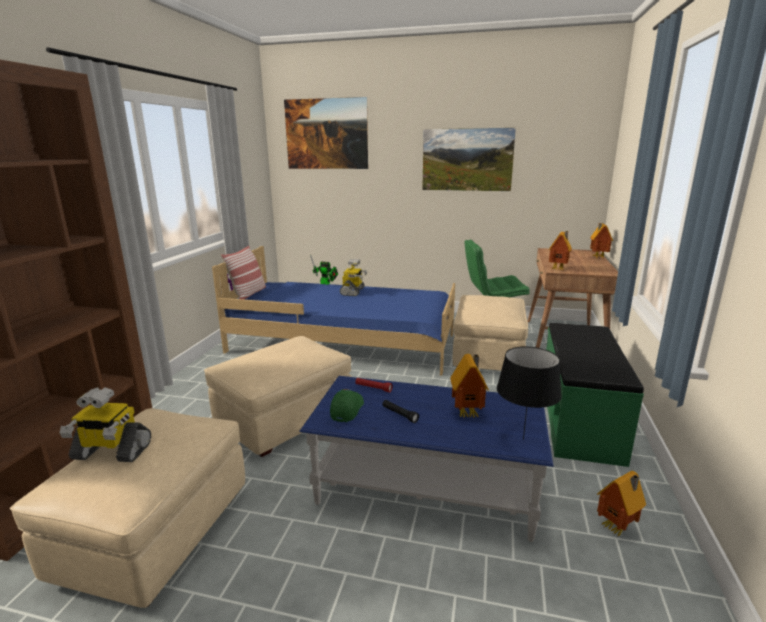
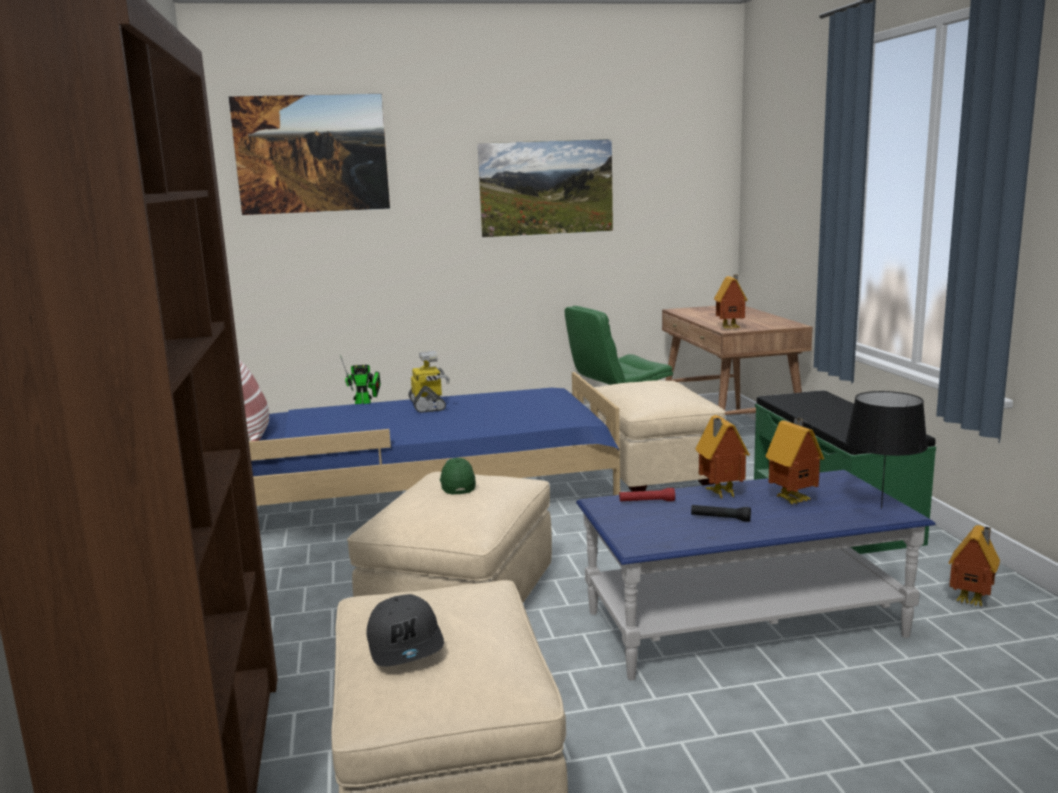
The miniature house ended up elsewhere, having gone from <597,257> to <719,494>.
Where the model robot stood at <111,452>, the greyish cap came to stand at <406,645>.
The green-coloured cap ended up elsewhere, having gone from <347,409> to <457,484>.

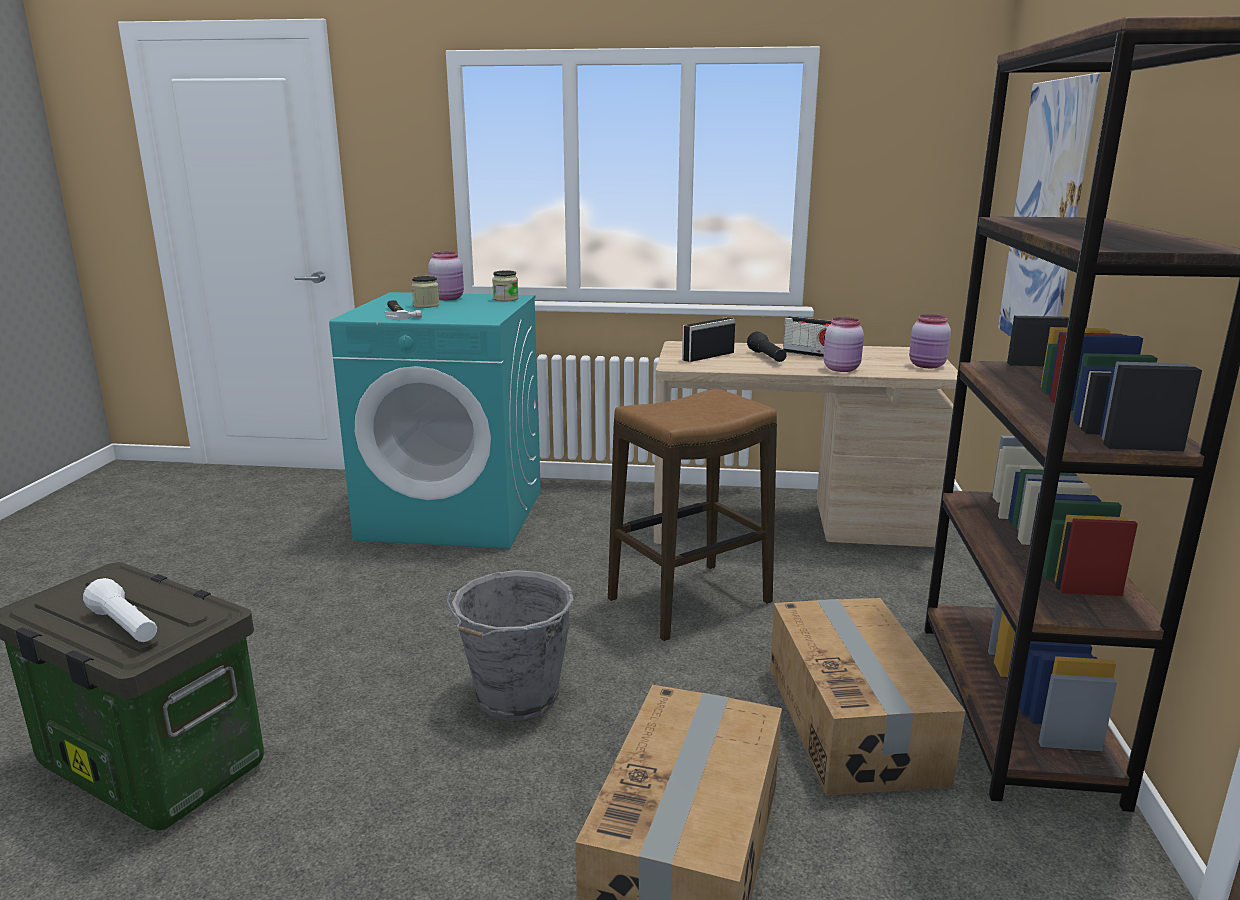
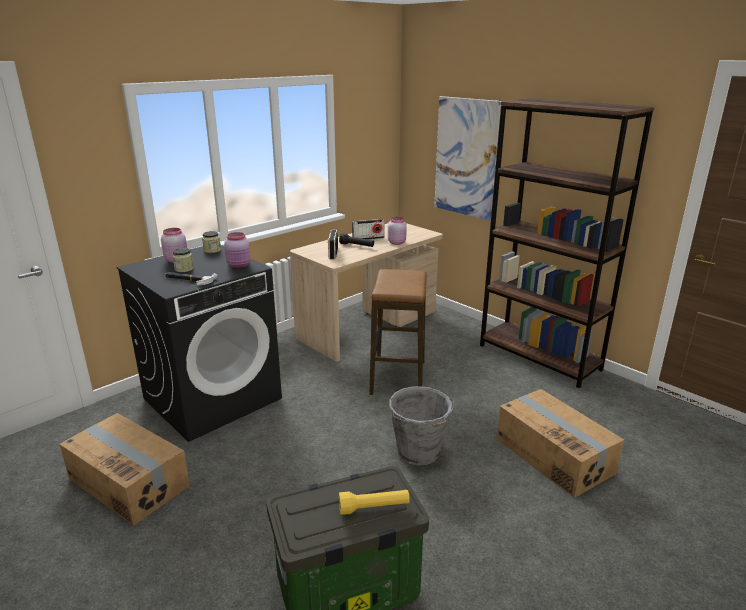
What was the turquoise-coloured laundry machine at <454,514> turned into the black laundry machine at <213,398>.
The pink-coloured preserve jar ended up elsewhere, having gone from <927,366> to <239,265>.
What was the white-coloured torch at <125,627> turned into the yellow torch at <374,508>.
The packing box ended up elsewhere, having gone from <854,722> to <129,482>.

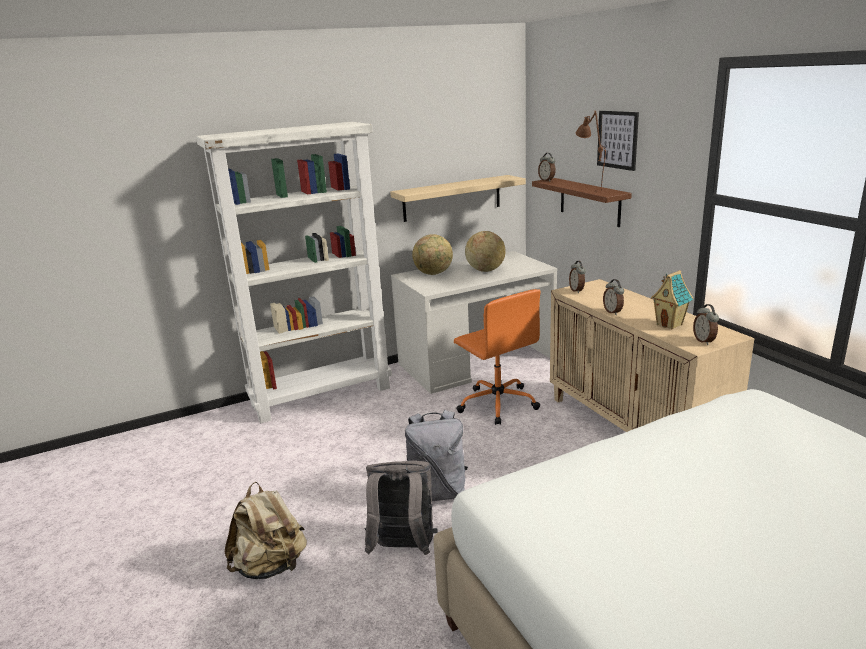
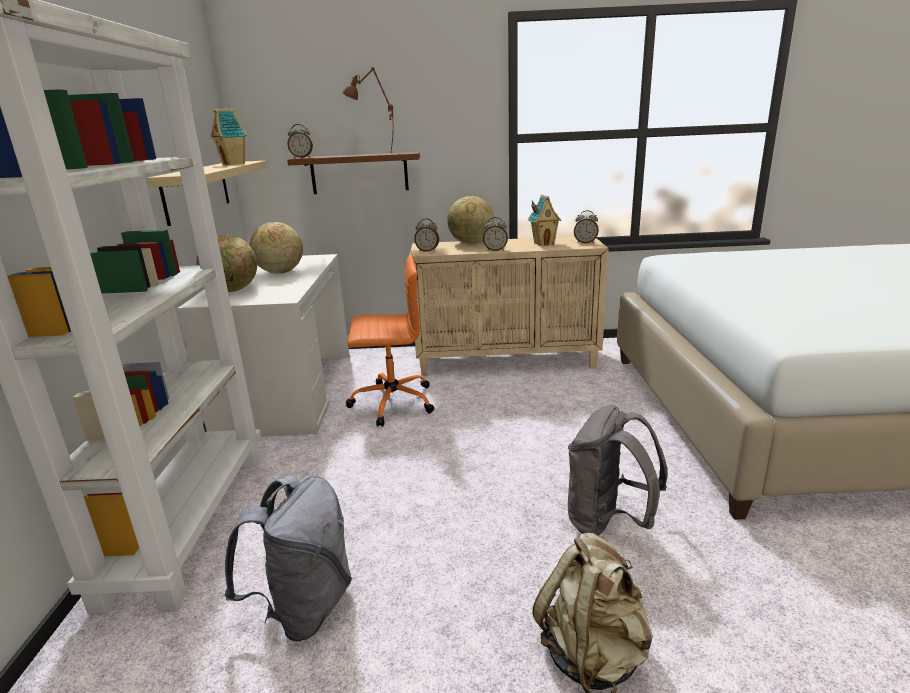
The second view lost the wall art at <617,140>.
The greyish rucksack ended up elsewhere, having gone from <437,492> to <304,608>.
The second view gained the miniature house at <234,164>.
The second view gained the desk globe at <471,243>.

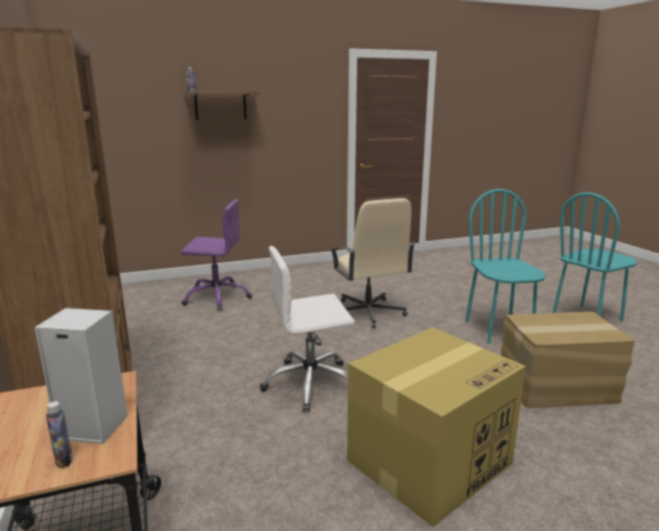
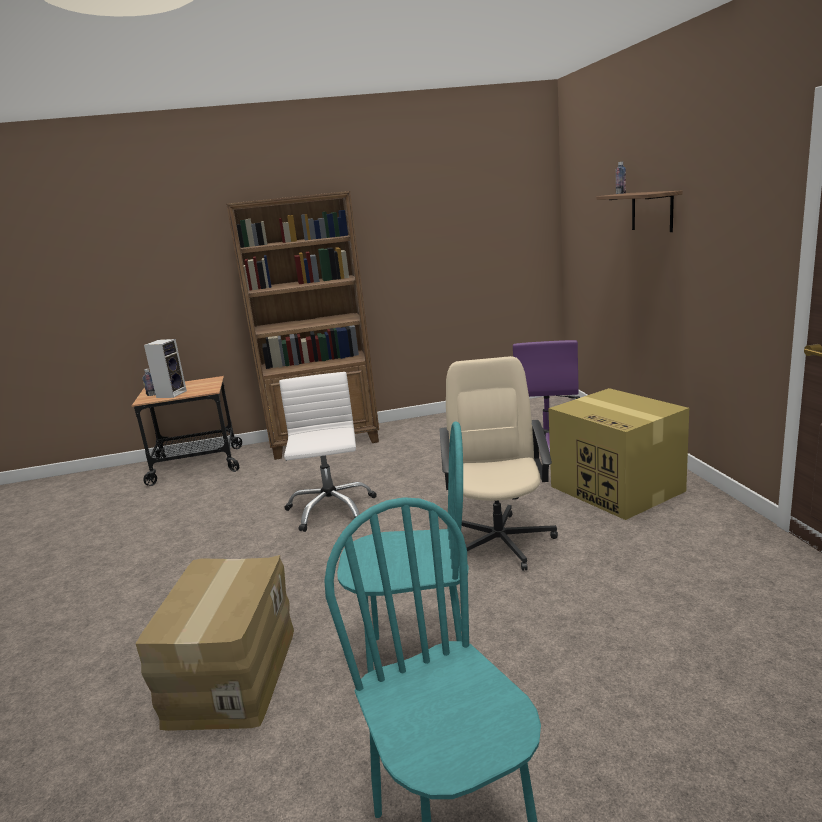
The sand-coloured office chair at <368,313> ended up facing another way, 105 degrees clockwise from before.
The packing box ended up elsewhere, having gone from <430,460> to <618,489>.

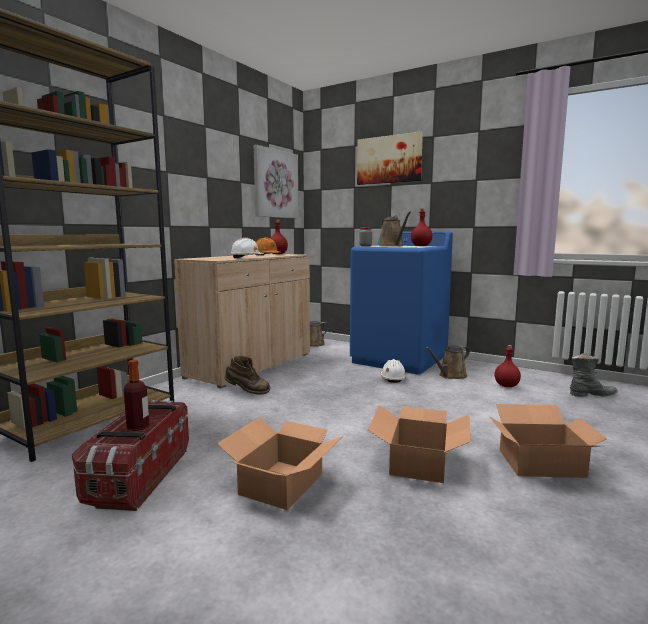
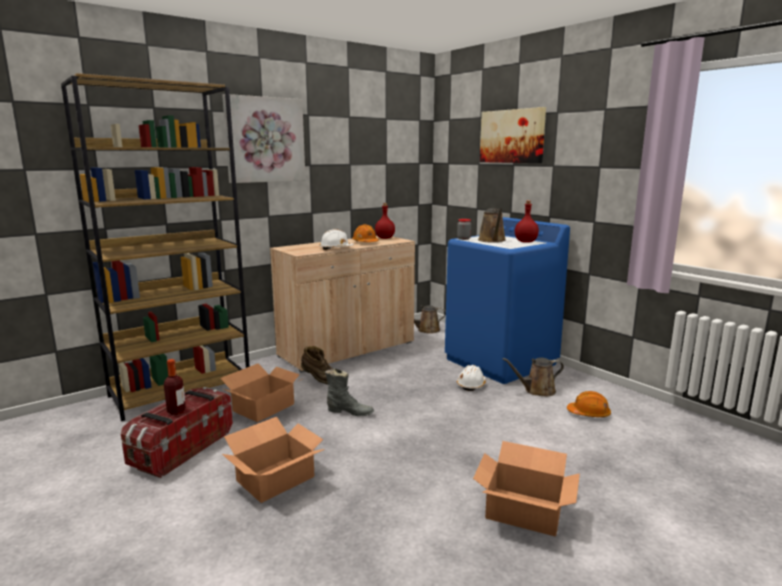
The wall art ended up elsewhere, having gone from <275,184> to <265,140>.
Where the red beverage bottle stood at <507,386>, the orangey work helmet came to stand at <589,413>.
The greyish high-top boot ended up elsewhere, having gone from <591,394> to <349,412>.
The packing box ended up elsewhere, having gone from <419,462> to <264,407>.

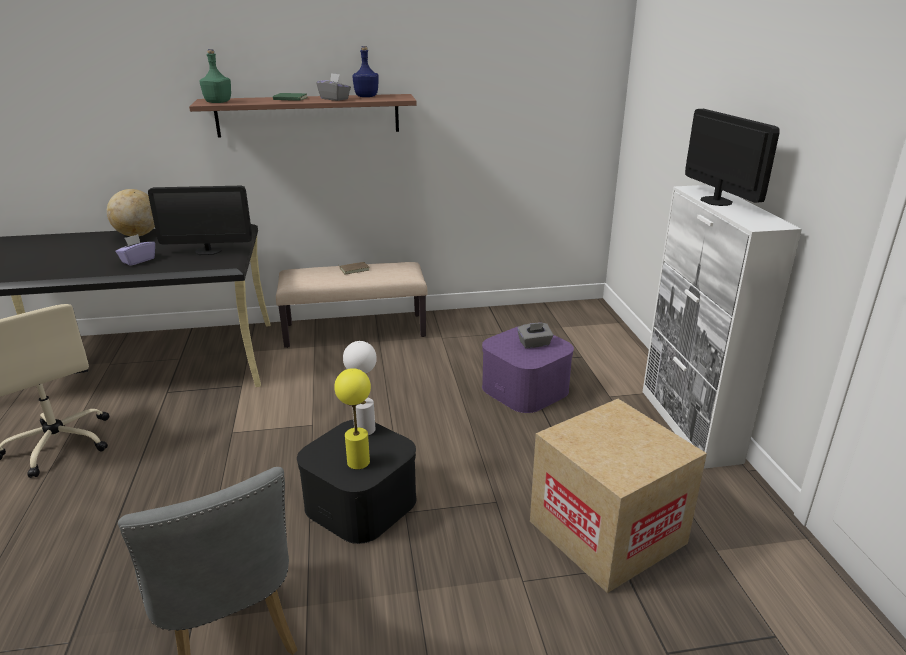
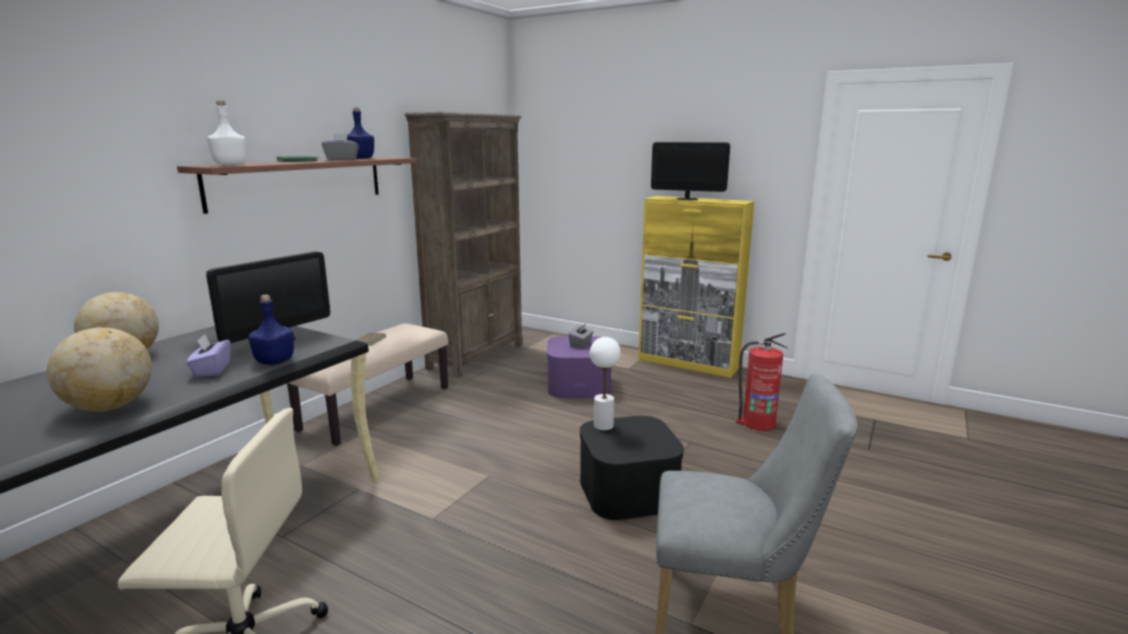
What was the green-coloured beverage bottle at <218,102> turned into the white-coloured beverage bottle at <231,165>.
What was the white-coloured cupboard at <689,425> turned into the yellow cupboard at <688,363>.
The second view lost the yellow tabletop lamp at <358,462>.
Where the packing box stood at <607,532>, the extinguisher came to stand at <757,423>.
The second view gained the brown bookcase at <477,356>.
The second view gained the blue beverage bottle at <275,361>.
The second view gained the desk globe at <110,407>.

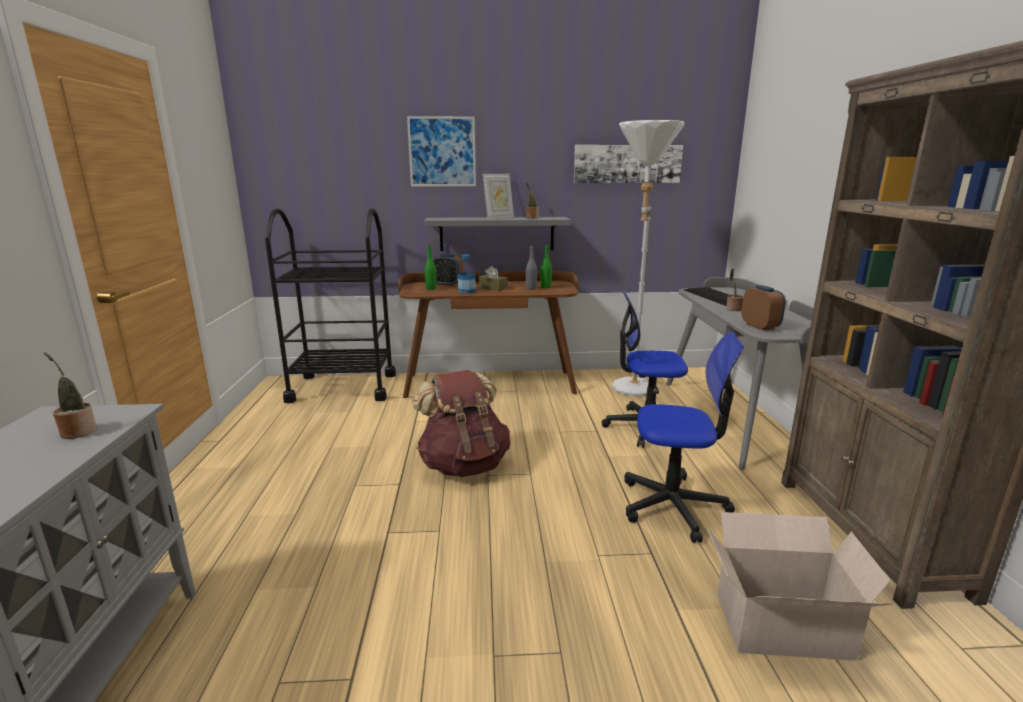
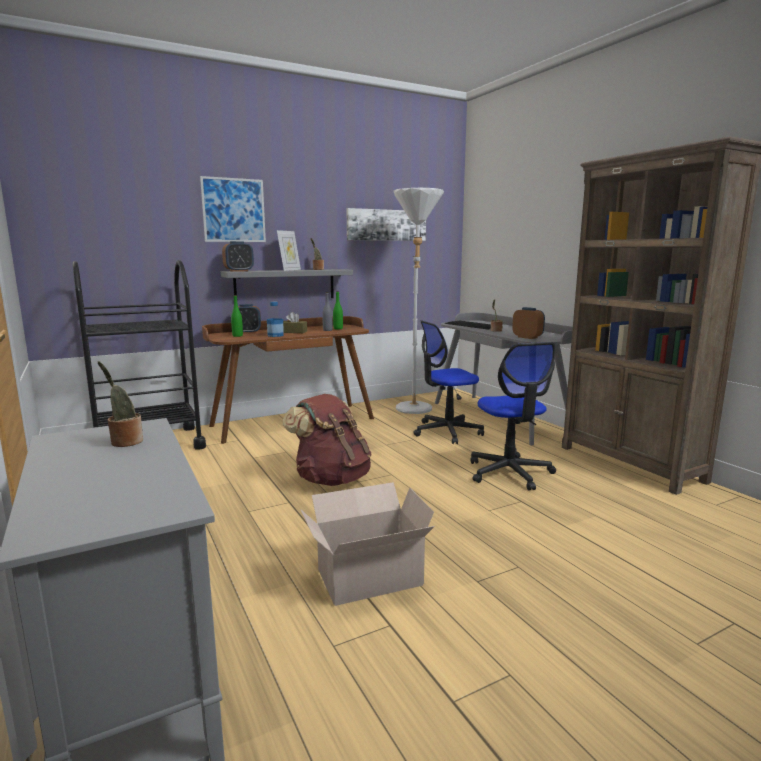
The office chair at <673,506> ended up facing another way, 90 degrees clockwise from before.
The packing box ended up elsewhere, having gone from <778,625> to <366,577>.
The second view gained the bedside clock at <239,271>.

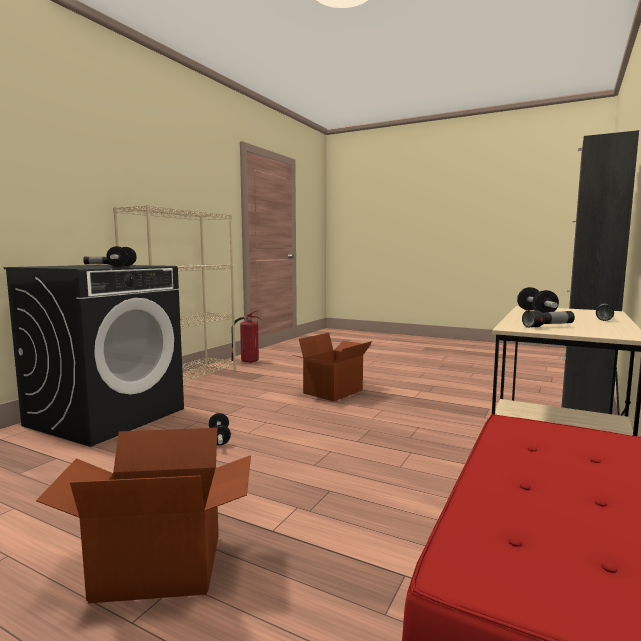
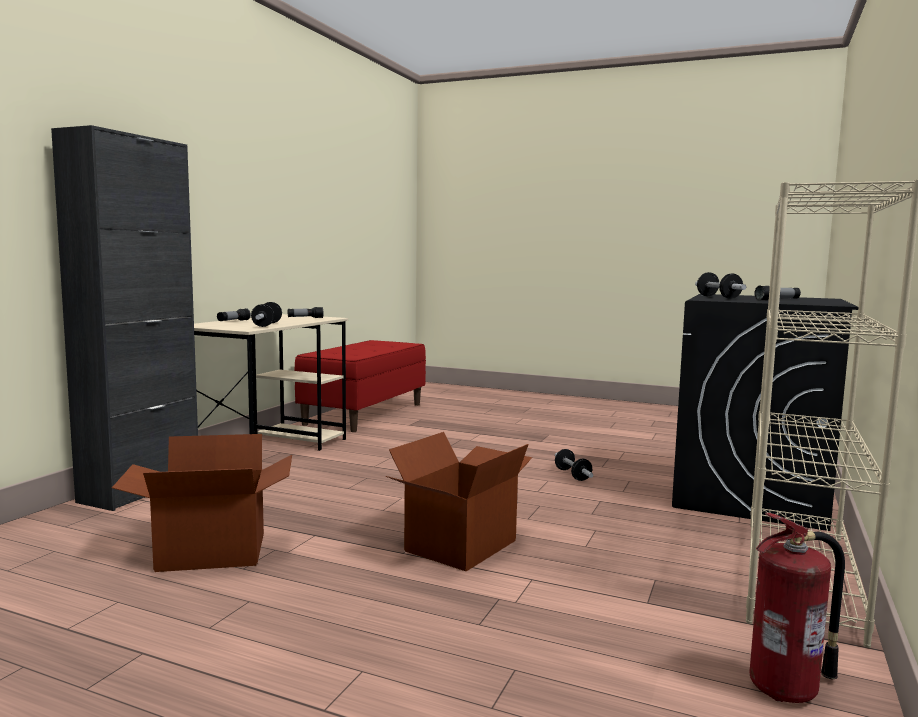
The packing box ended up elsewhere, having gone from <160,565> to <211,553>.

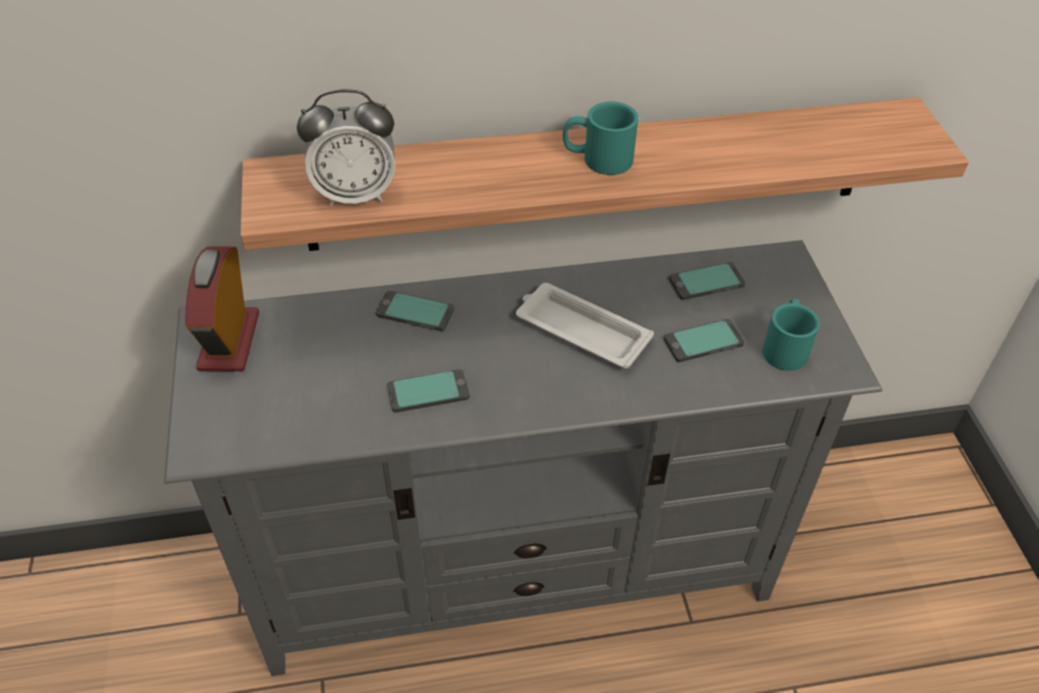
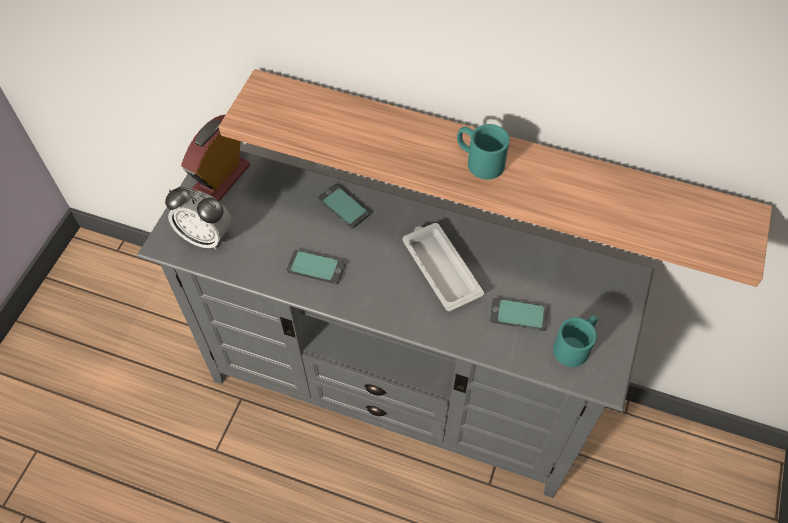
The bedside clock ended up elsewhere, having gone from <355,194> to <206,237>.
The second view lost the handset at <706,282>.

